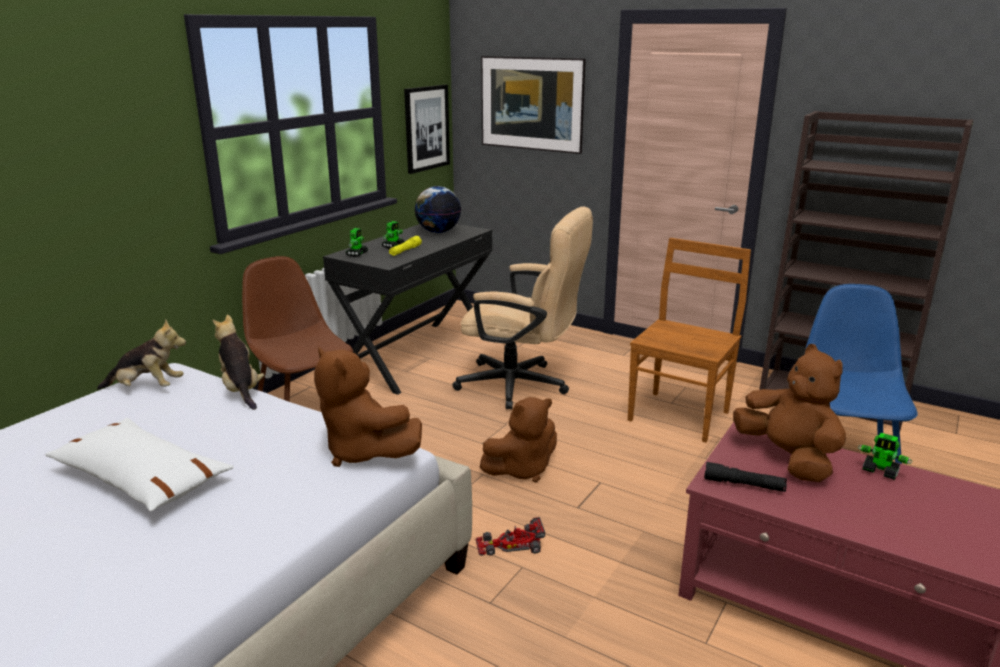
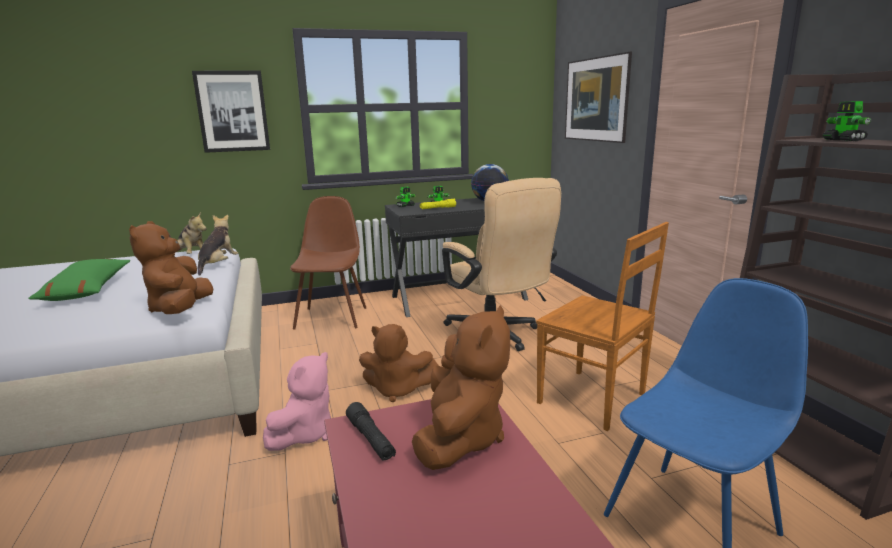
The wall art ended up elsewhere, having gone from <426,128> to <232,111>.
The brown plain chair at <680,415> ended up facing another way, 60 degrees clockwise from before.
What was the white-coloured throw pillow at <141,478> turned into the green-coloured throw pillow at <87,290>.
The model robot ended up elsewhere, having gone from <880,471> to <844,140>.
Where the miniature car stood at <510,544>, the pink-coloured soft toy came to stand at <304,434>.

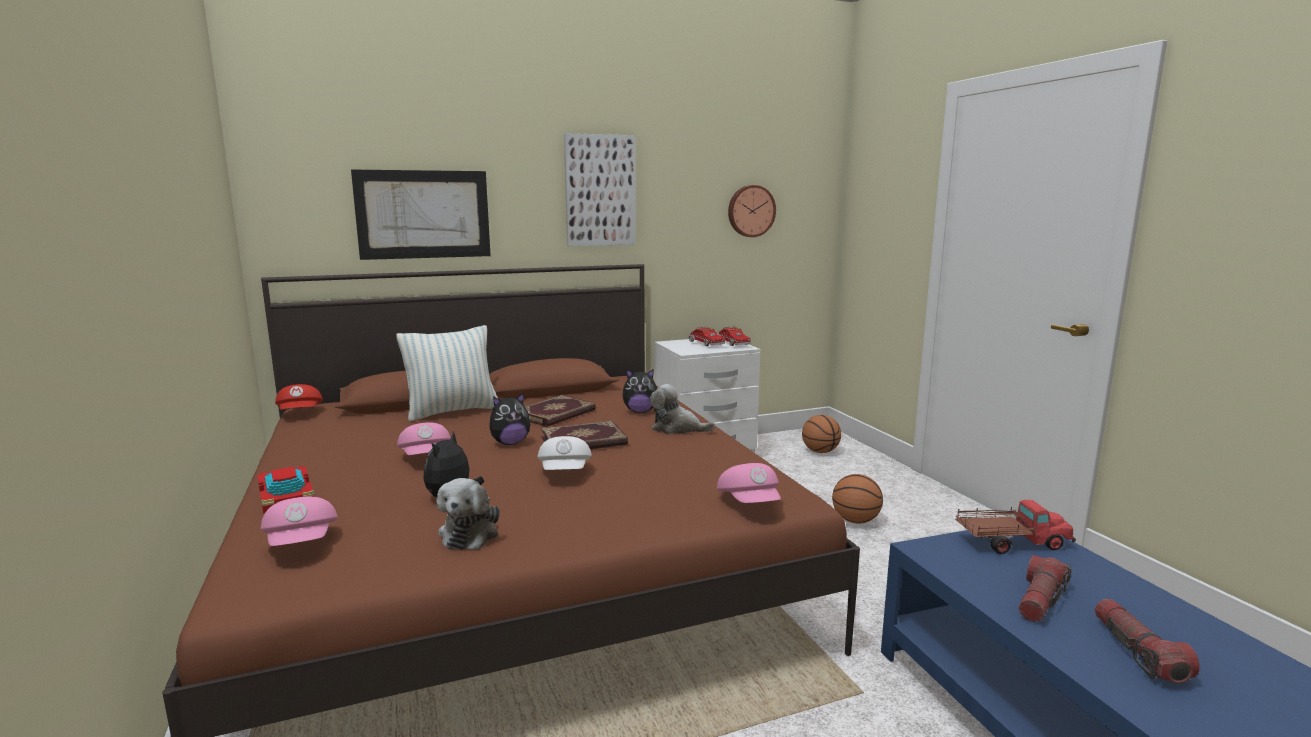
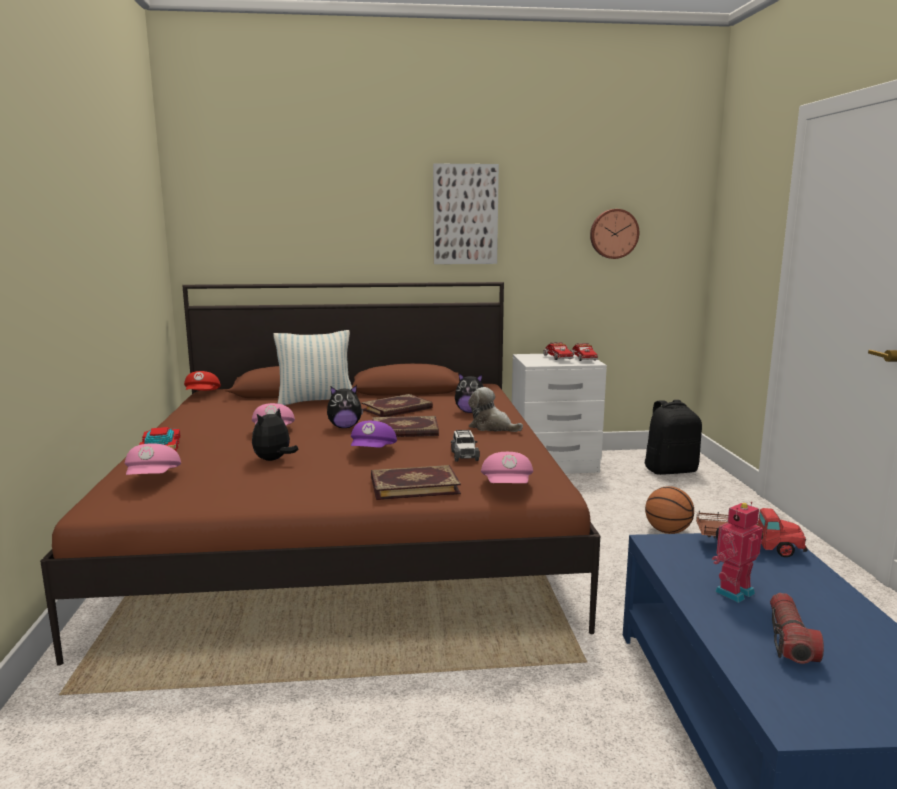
The second view lost the wall art at <423,214>.
Where the basketball ball stood at <820,452>, the black rucksack came to stand at <670,470>.
What was the white-coloured cap at <566,472> turned into the purple-coloured cap at <373,451>.
The second view lost the soft toy at <471,532>.
Where the torch stood at <1040,600>, the model robot came to stand at <732,591>.
The second view gained the miniature car at <464,455>.
The second view gained the bound book at <414,485>.

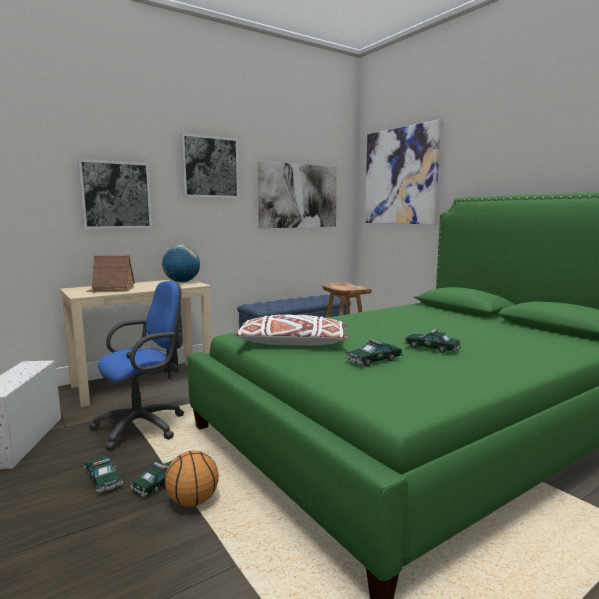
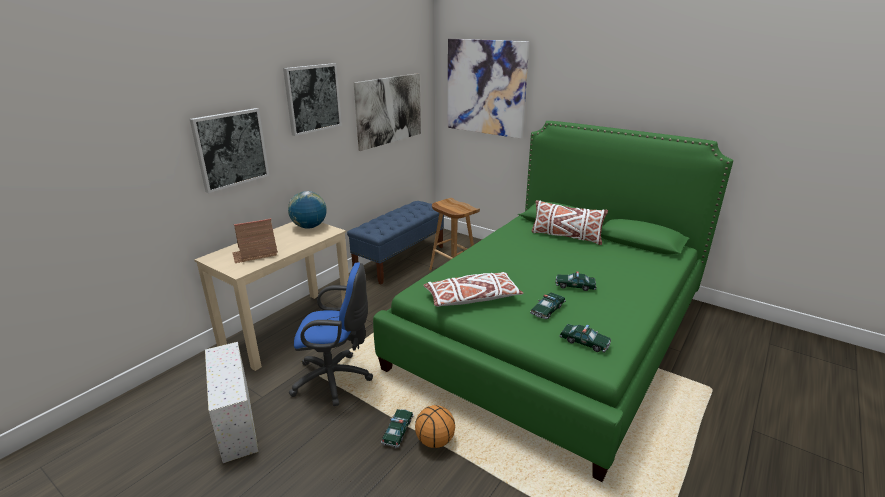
The blue office chair at <144,426> ended up facing another way, 60 degrees clockwise from before.
The miniature car ended up elsewhere, having gone from <103,480> to <584,342>.
The second view gained the white-coloured throw pillow at <566,236>.

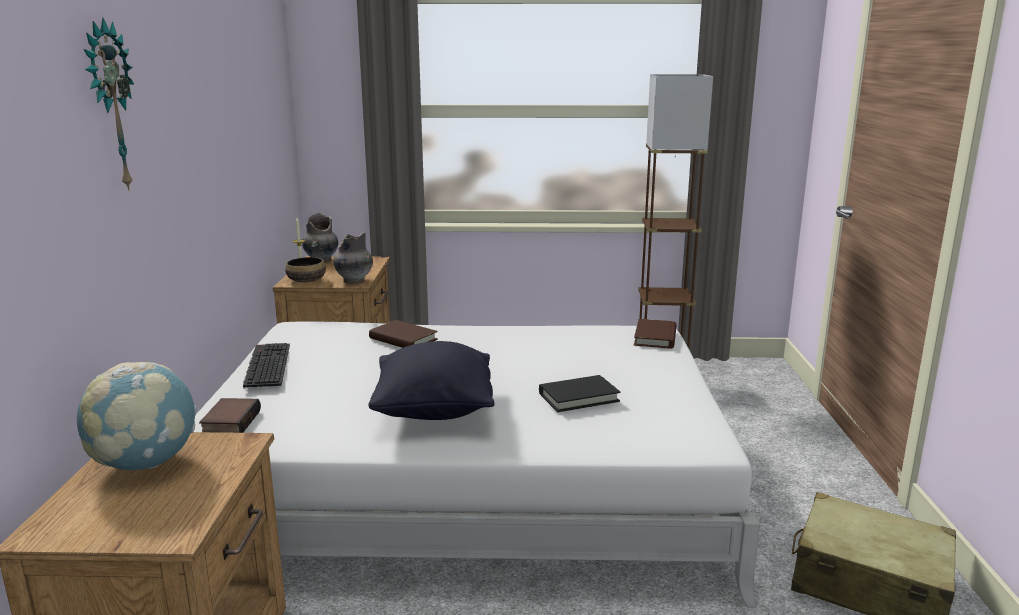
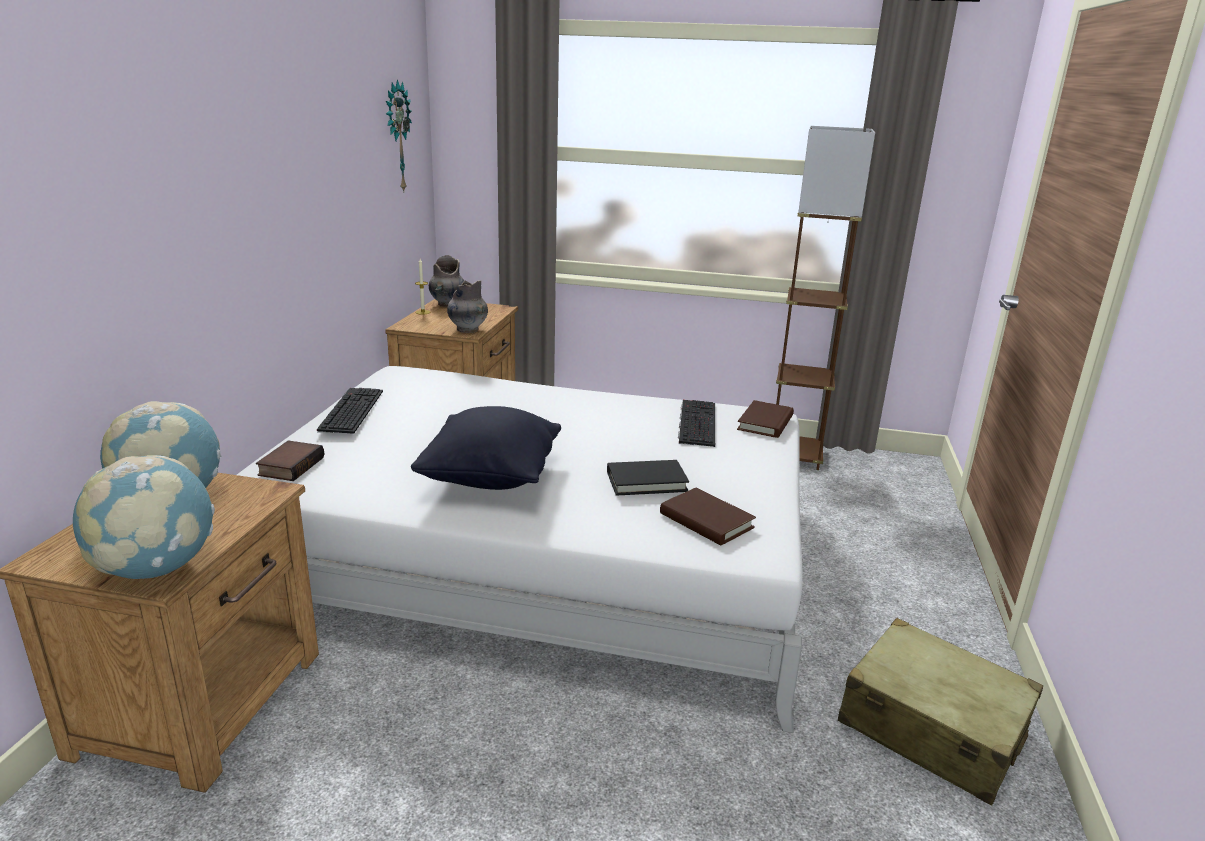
The wall clock ended up elsewhere, having gone from <108,106> to <396,137>.
The second view lost the serving bowl at <307,280>.
The brown bound book ended up elsewhere, having gone from <403,339> to <706,521>.
The second view gained the PC keyboard at <696,422>.
The second view gained the desk globe at <156,568>.

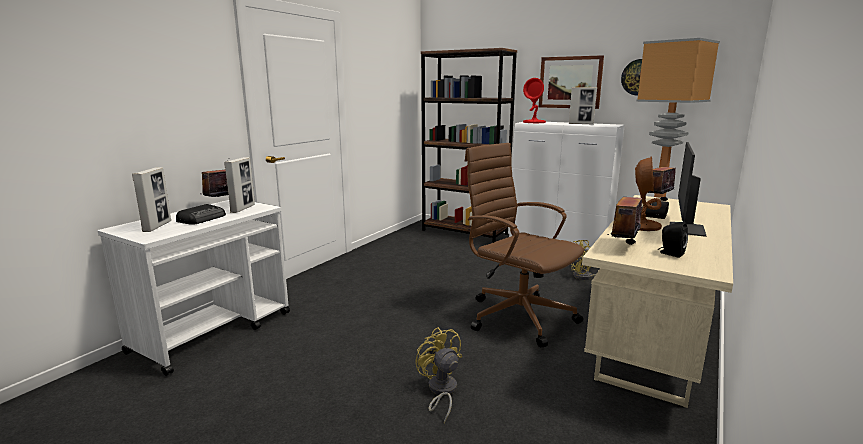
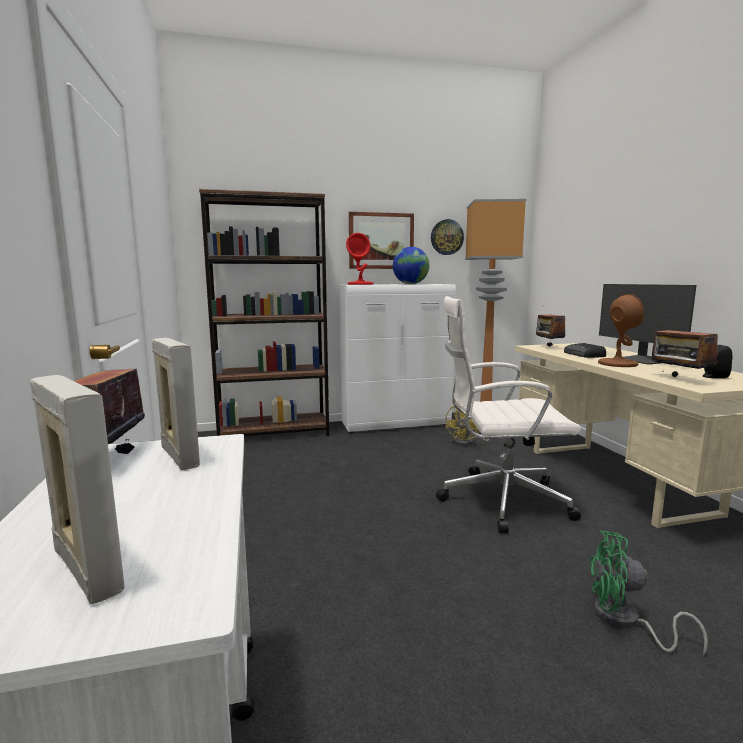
Where the standing frame stood at <581,124>, the desk globe came to stand at <410,284>.
What was the brown office chair at <518,316> turned into the white-coloured office chair at <500,500>.
The second view lost the radio at <202,218>.
What was the yellow electric fan at <440,391> turned into the green-coloured electric fan at <625,621>.

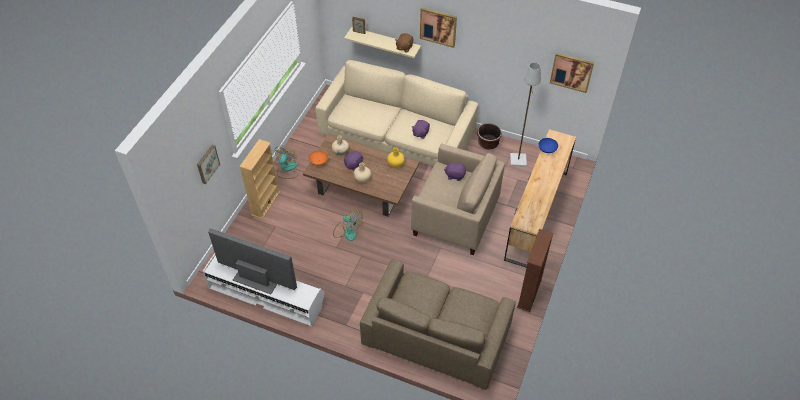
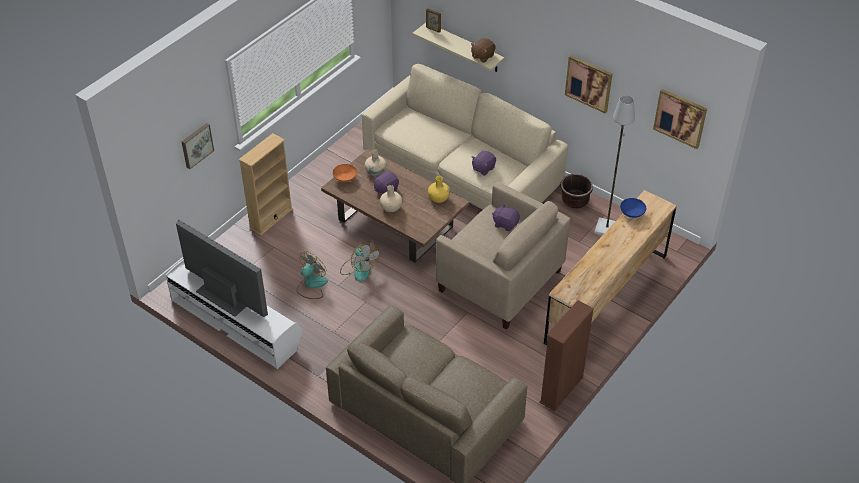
The wall art ended up elsewhere, having gone from <438,27> to <589,83>.
The electric fan ended up elsewhere, having gone from <286,169> to <311,285>.

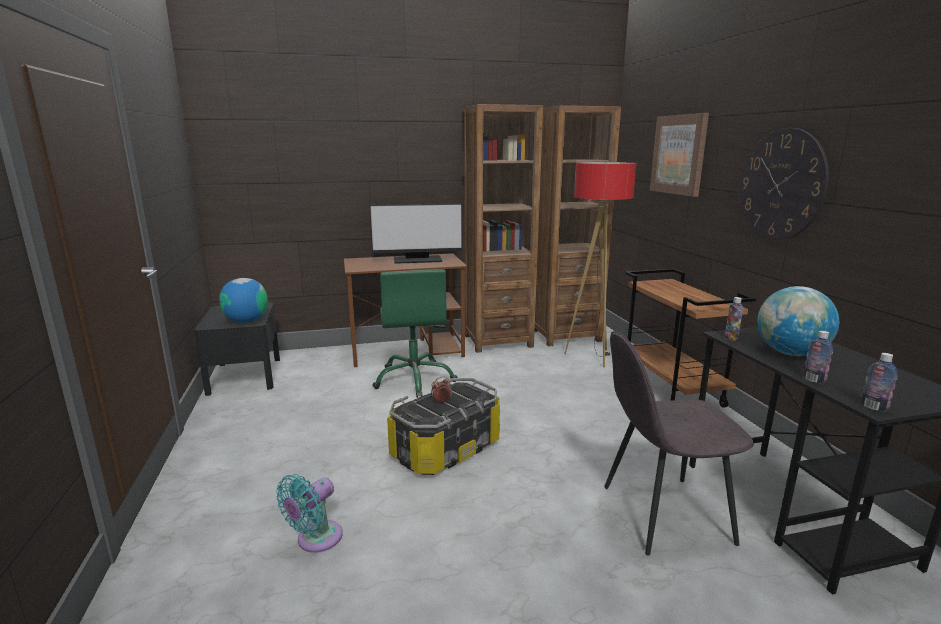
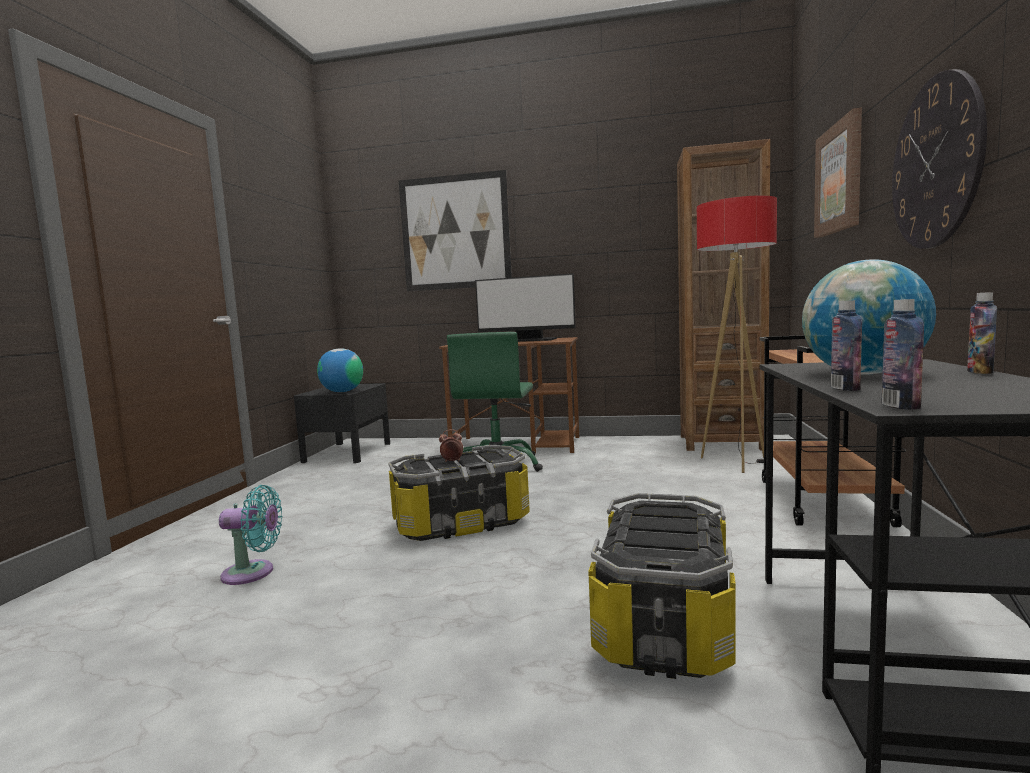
The second view lost the brown bookcase at <498,341>.
The beverage bottle ended up elsewhere, having gone from <731,338> to <980,372>.
Where the greyish plain chair stood at <662,514>, the storage bin came to stand at <663,623>.
The turquoise-coloured electric fan at <315,539> ended up facing another way, 150 degrees counterclockwise from before.
The second view gained the wall art at <455,232>.

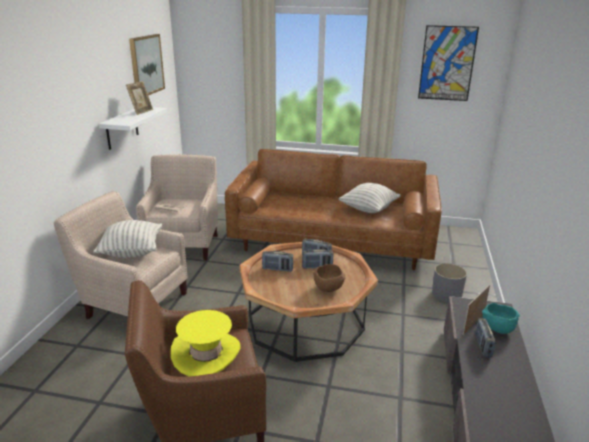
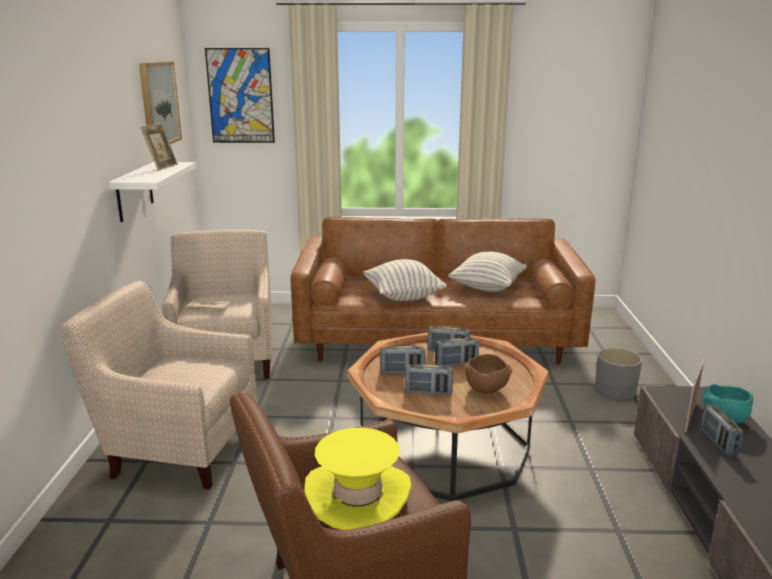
The wall art ended up elsewhere, having gone from <447,63> to <240,96>.
The throw pillow ended up elsewhere, having gone from <131,252> to <403,296>.
The second view gained the radio at <428,392>.

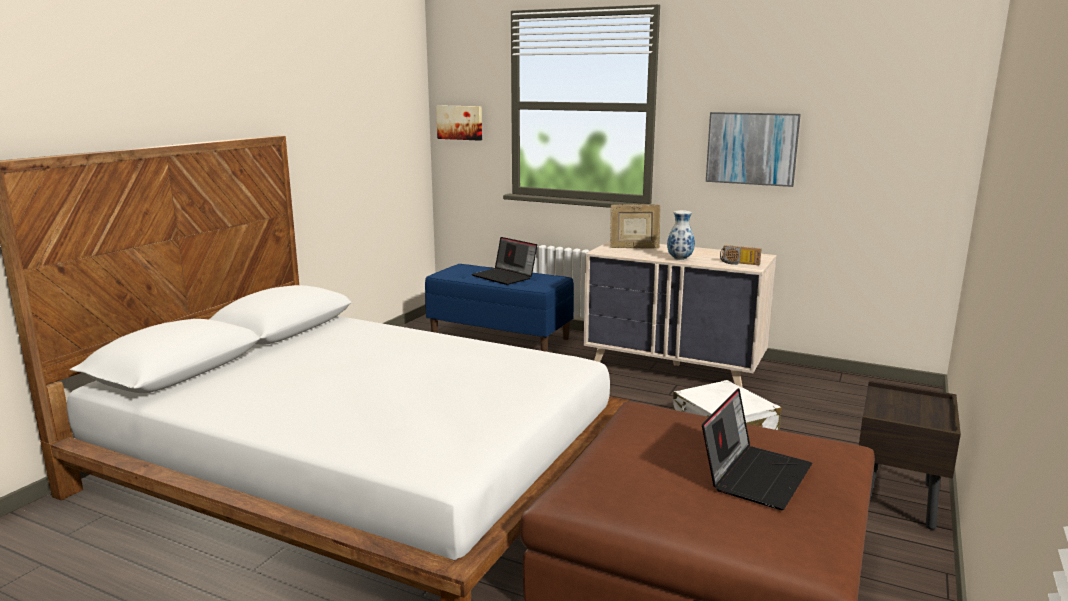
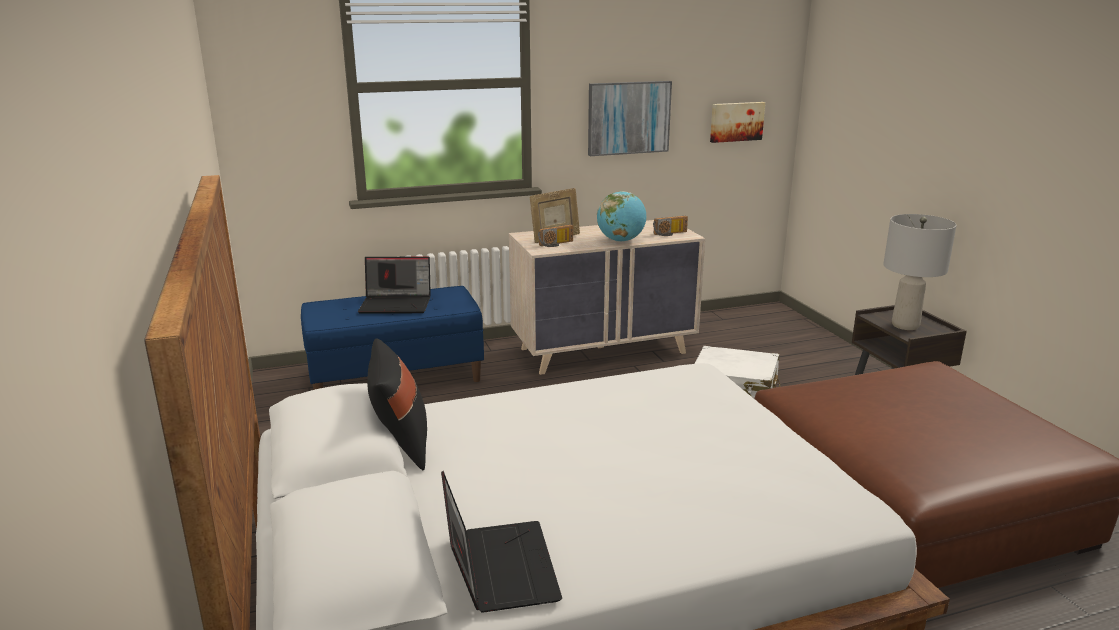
The wall art ended up elsewhere, having gone from <460,122> to <736,121>.
Where the decorative vase stood at <680,259>, the desk globe came to stand at <621,240>.
The portable computer ended up elsewhere, having gone from <755,475> to <498,566>.
The second view gained the greyish tabletop lamp at <905,325>.
The second view gained the radio at <556,244>.
The second view gained the black throw pillow at <401,445>.

